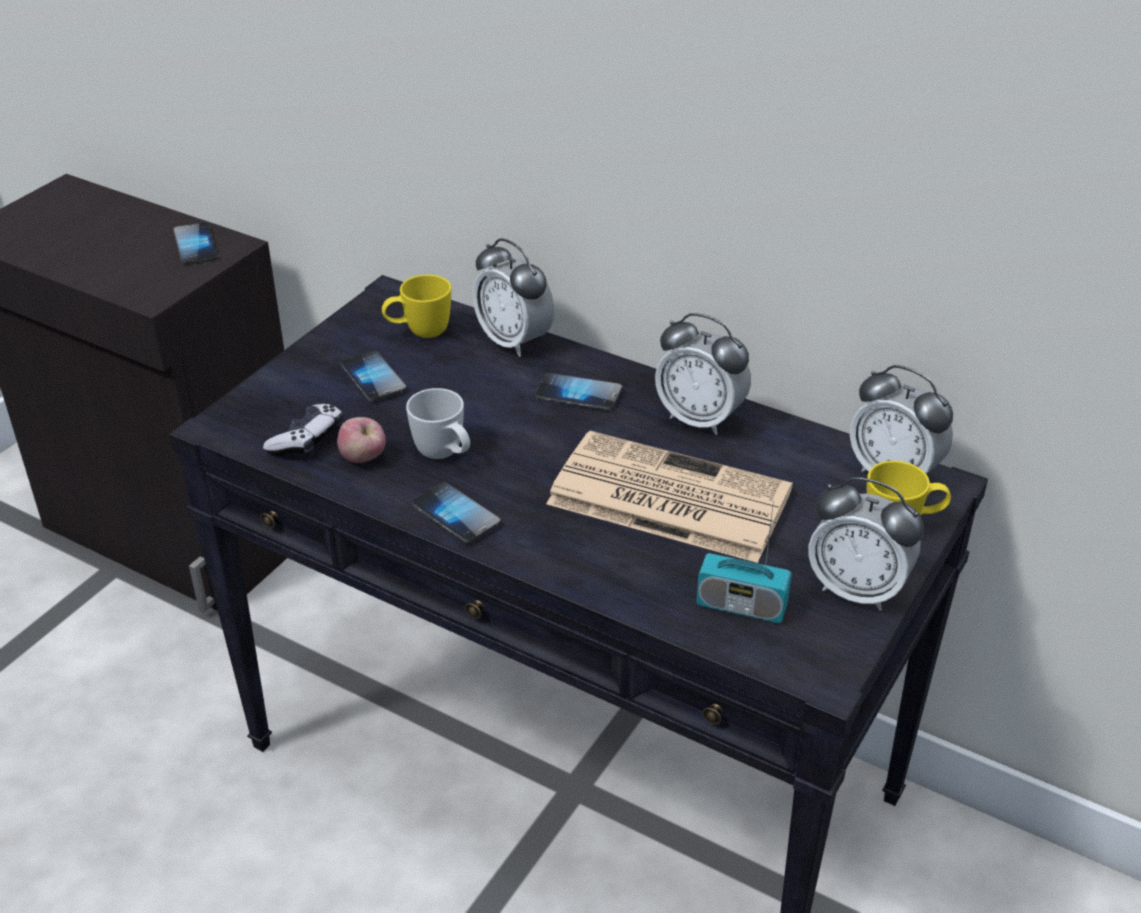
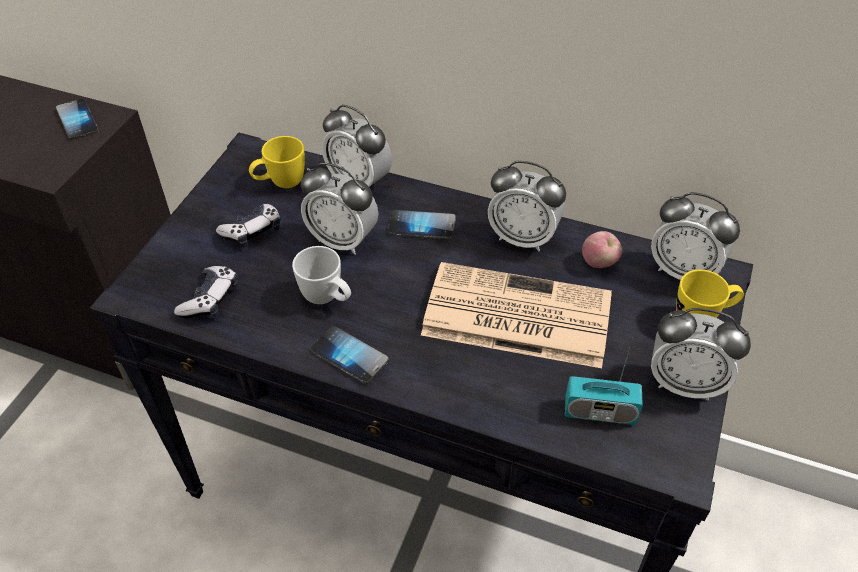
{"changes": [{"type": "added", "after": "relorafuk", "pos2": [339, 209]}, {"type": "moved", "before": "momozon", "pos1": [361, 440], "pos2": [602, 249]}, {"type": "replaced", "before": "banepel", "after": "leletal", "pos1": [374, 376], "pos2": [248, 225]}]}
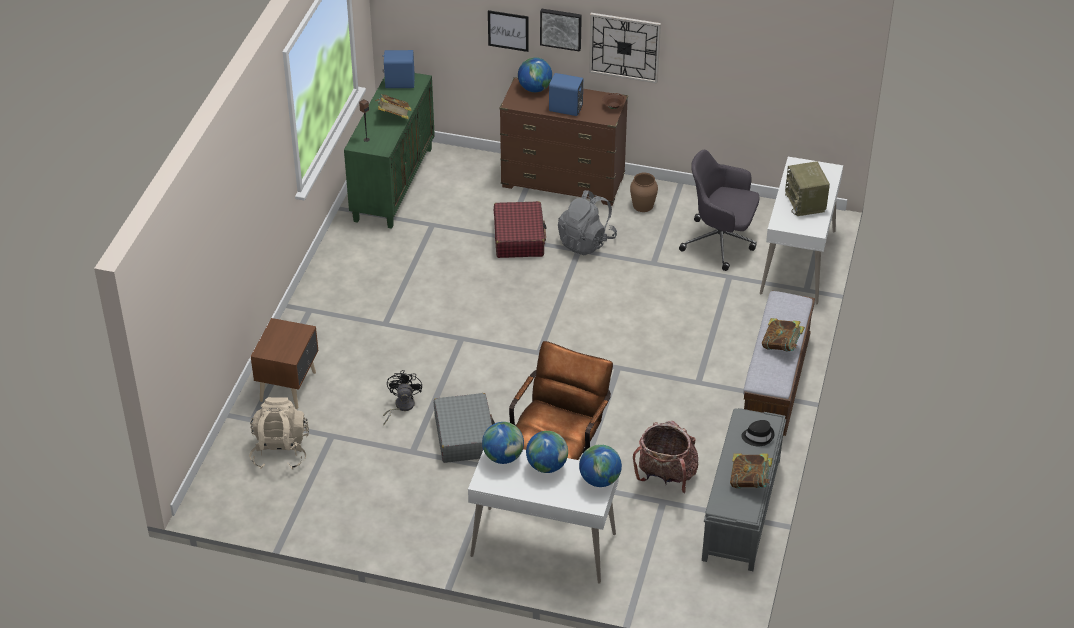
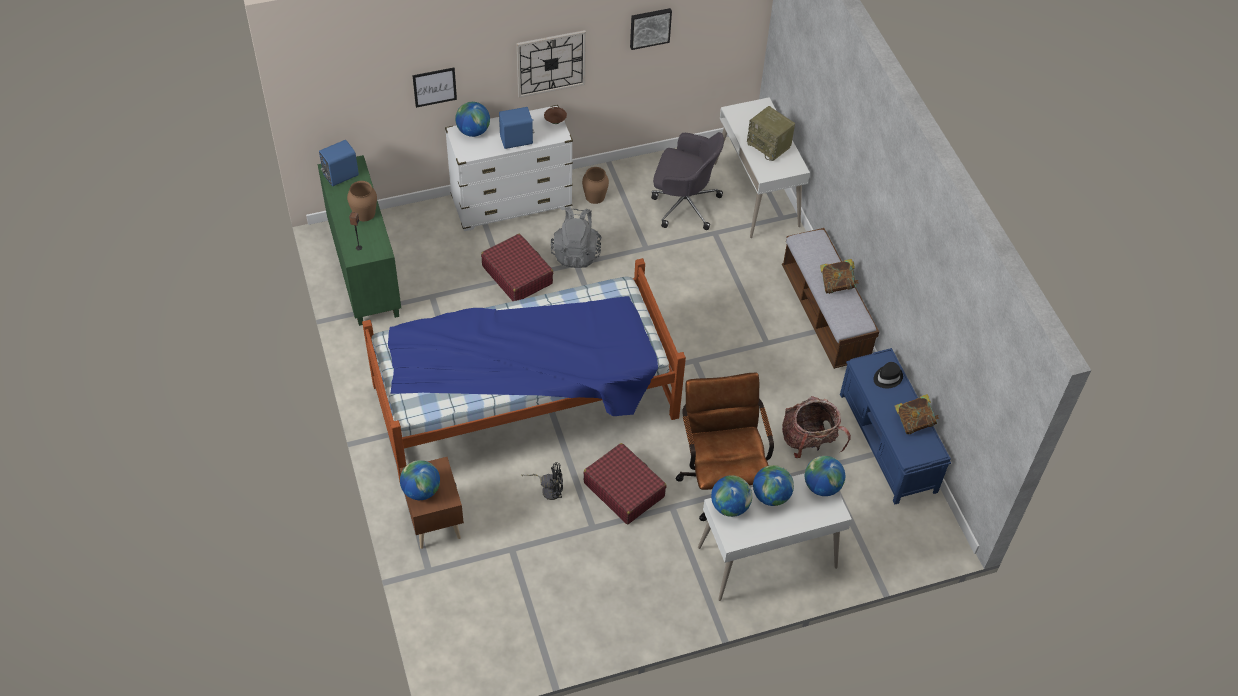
{"changes": [{"type": "removed", "before": "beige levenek", "pos1": [279, 433]}, {"type": "added", "after": "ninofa", "pos2": [524, 370]}, {"type": "added", "after": "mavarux", "pos2": [420, 480]}, {"type": "moved", "before": "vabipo", "pos1": [561, 30], "pos2": [651, 29]}, {"type": "replaced", "before": "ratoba", "after": "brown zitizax", "pos1": [393, 106], "pos2": [362, 201]}, {"type": "recoloured", "before": "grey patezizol", "after": "red patezizol", "pos1": [464, 428], "pos2": [625, 483]}, {"type": "recoloured", "before": "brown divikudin", "after": "white divikudin", "pos1": [564, 141], "pos2": [509, 168]}, {"type": "recoloured", "before": "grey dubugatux", "after": "blue dubugatux", "pos1": [744, 489], "pos2": [895, 426]}, {"type": "turned", "before": "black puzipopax", "pos1": [402, 398], "pos2": [542, 481], "turn": 120}, {"type": "turned", "before": "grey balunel", "pos1": [719, 210], "pos2": [687, 181], "turn": -150}]}
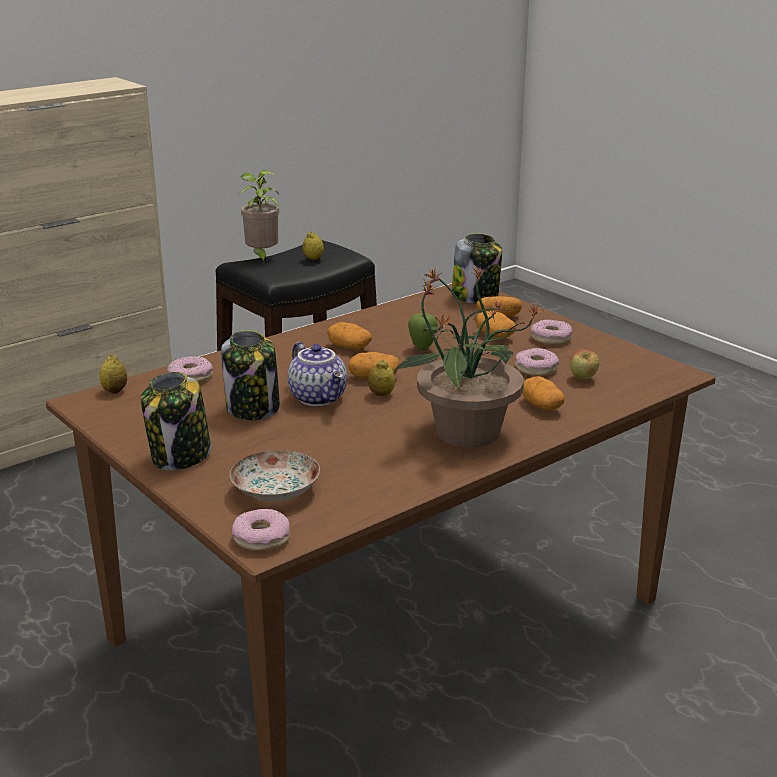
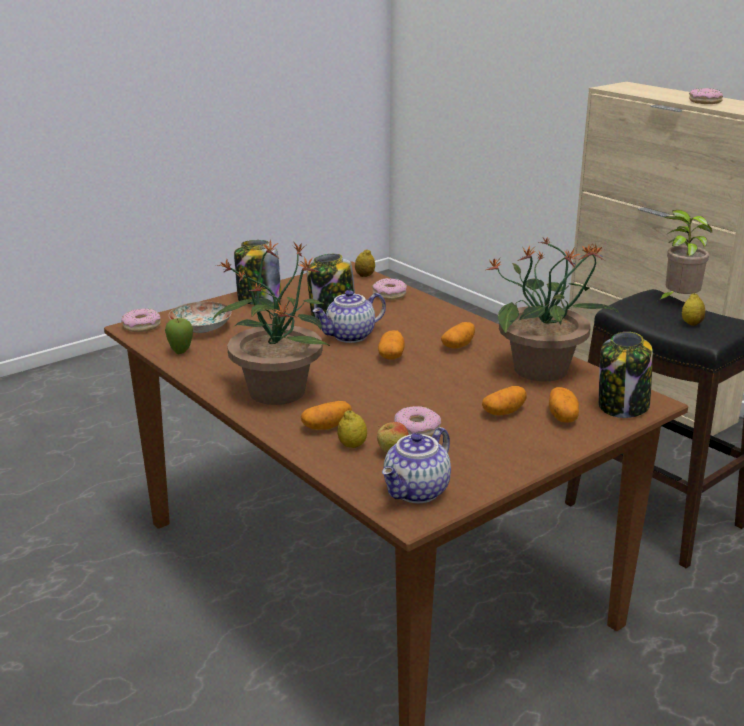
{"changes": [{"type": "added", "after": "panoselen", "pos2": [416, 465]}, {"type": "added", "after": "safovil", "pos2": [552, 309]}, {"type": "moved", "before": "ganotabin", "pos1": [381, 378], "pos2": [352, 429]}, {"type": "moved", "before": "momozon", "pos1": [423, 332], "pos2": [179, 336]}, {"type": "moved", "before": "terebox", "pos1": [552, 332], "pos2": [706, 96]}]}
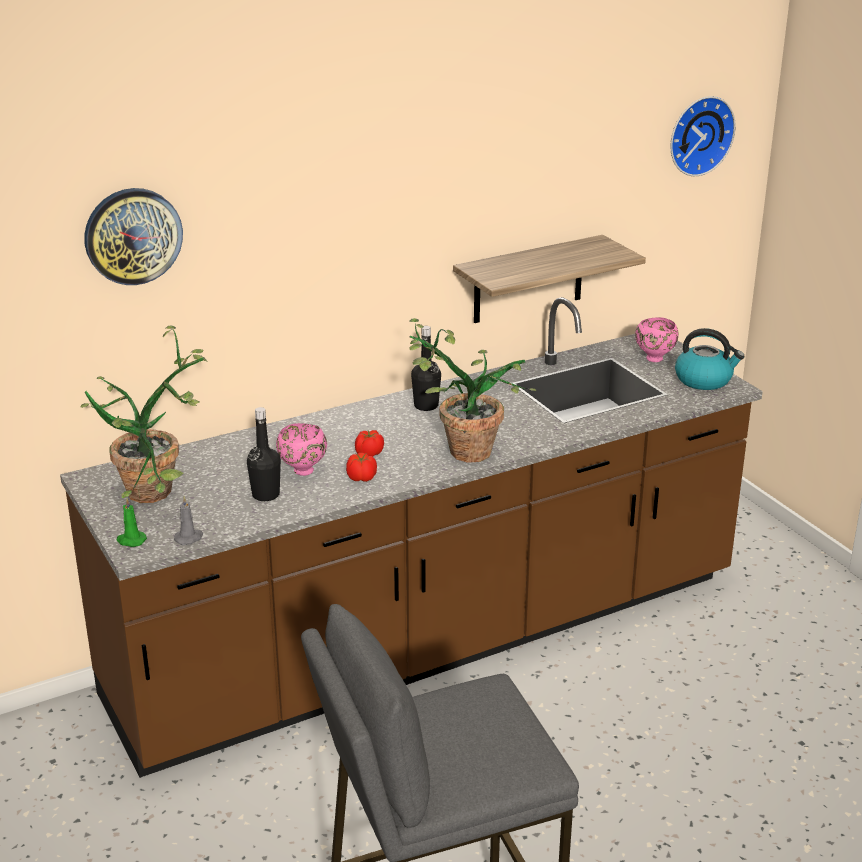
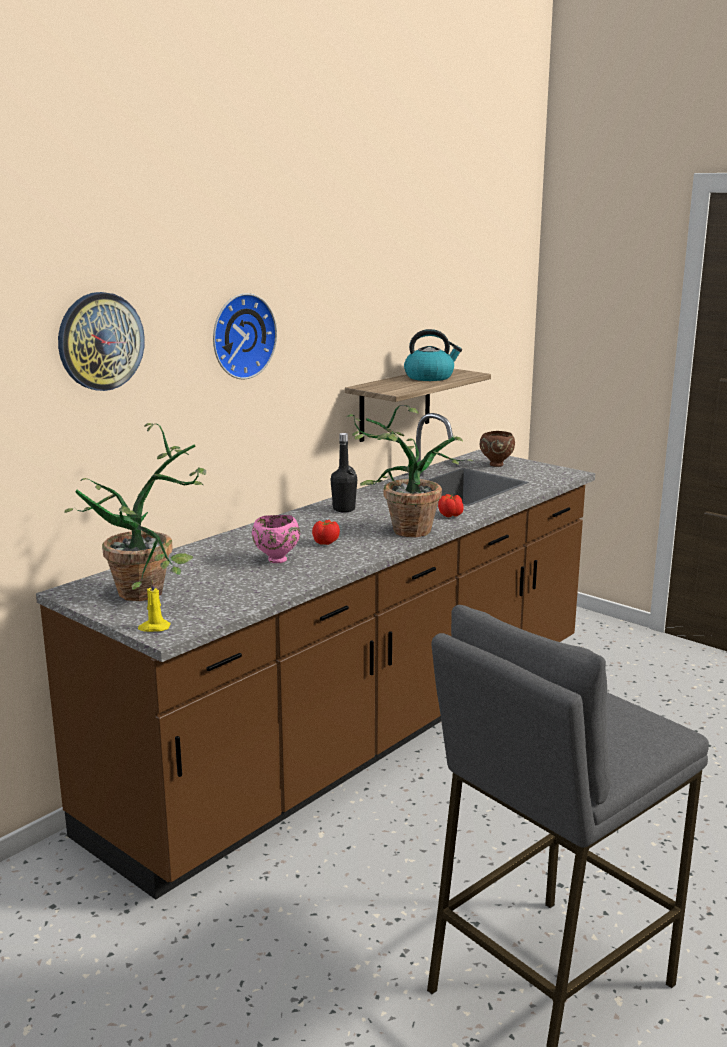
{"changes": [{"type": "removed", "before": "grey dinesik", "pos1": [188, 520]}, {"type": "removed", "before": "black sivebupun", "pos1": [264, 454]}, {"type": "moved", "before": "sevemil", "pos1": [361, 467], "pos2": [451, 505]}, {"type": "moved", "before": "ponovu", "pos1": [703, 136], "pos2": [245, 336]}, {"type": "moved", "before": "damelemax", "pos1": [710, 359], "pos2": [433, 355]}, {"type": "recoloured", "before": "green dinesik", "after": "yellow dinesik", "pos1": [132, 522], "pos2": [154, 606]}, {"type": "recoloured", "before": "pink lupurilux", "after": "brown lupurilux", "pos1": [657, 340], "pos2": [497, 449]}]}
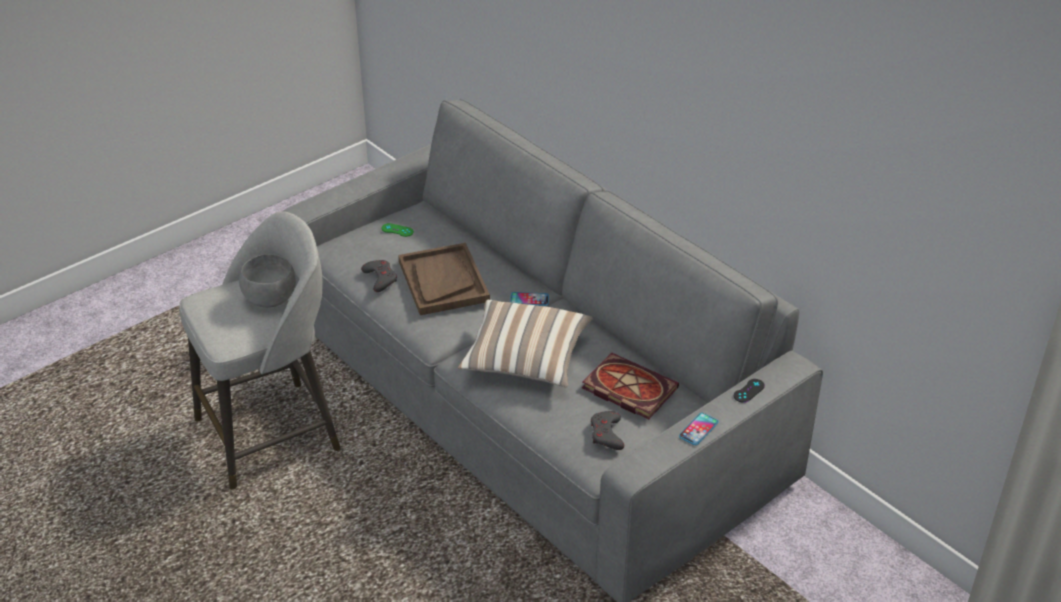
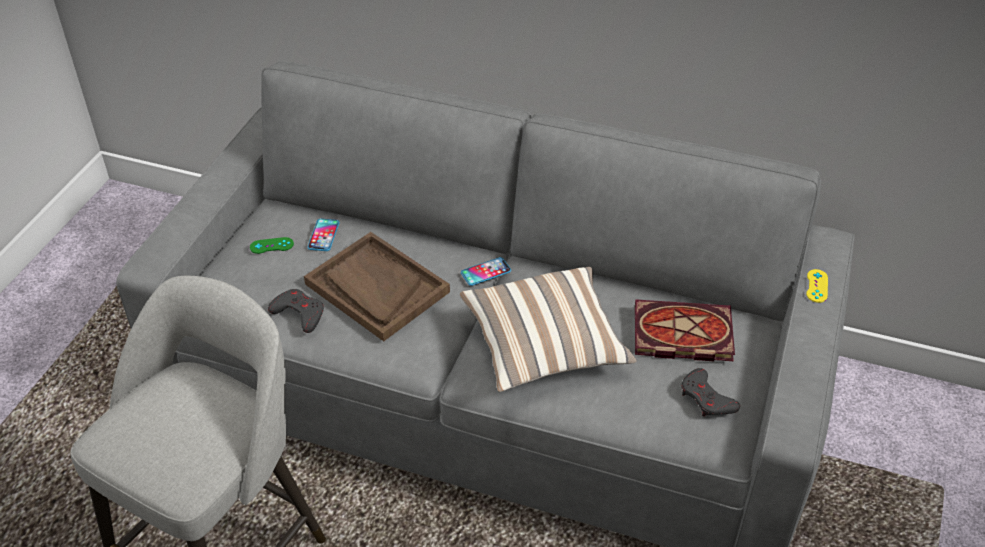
{"changes": [{"type": "removed", "before": "grey lupurilux", "pos1": [267, 281]}, {"type": "moved", "before": "banepel", "pos1": [699, 429], "pos2": [323, 235]}, {"type": "recoloured", "before": "black leletal", "after": "yellow leletal", "pos1": [749, 391], "pos2": [817, 286]}]}
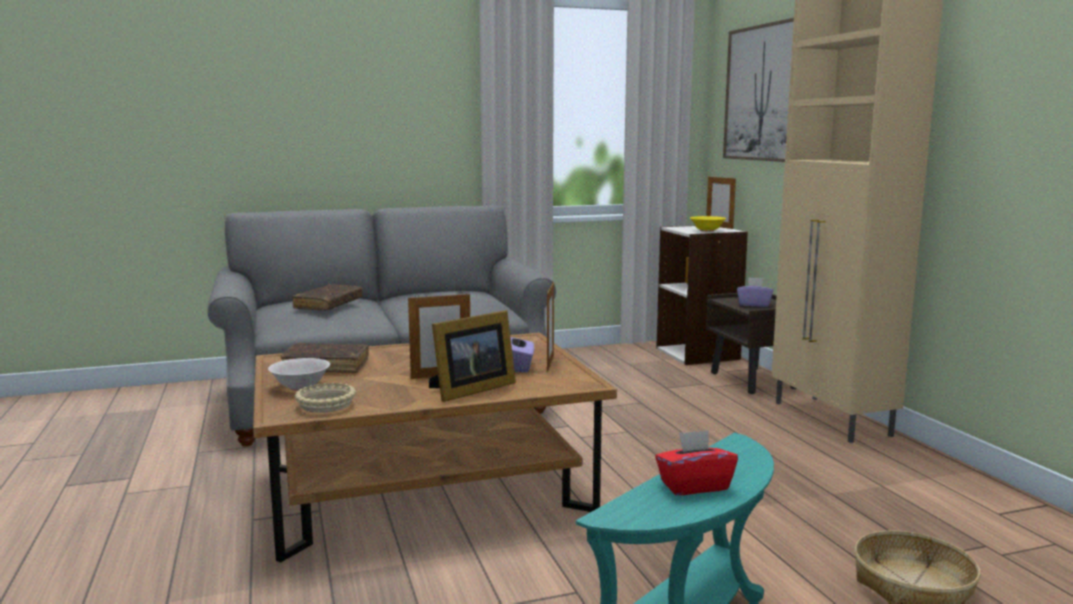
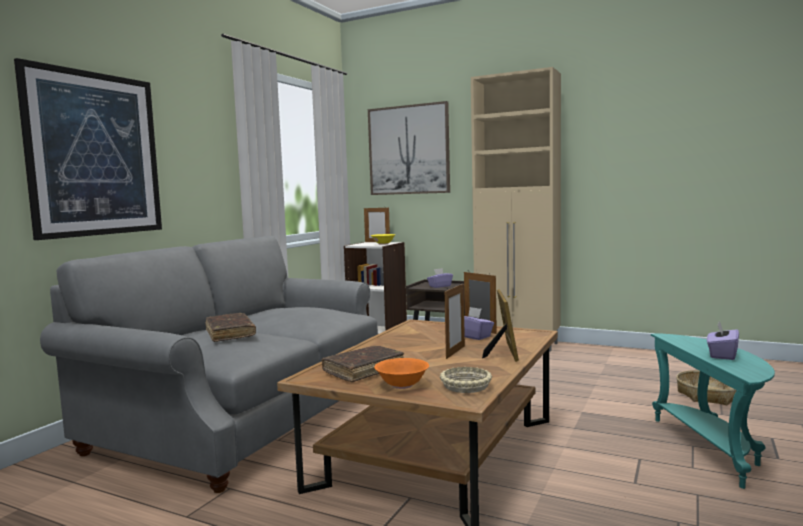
{"changes": [{"type": "added", "after": "vabipo", "pos2": [88, 149]}, {"type": "recoloured", "before": "white lupurilux", "after": "orange lupurilux", "pos1": [299, 374], "pos2": [401, 373]}, {"type": "recoloured", "before": "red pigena", "after": "purple pigena", "pos1": [696, 462], "pos2": [723, 340]}]}
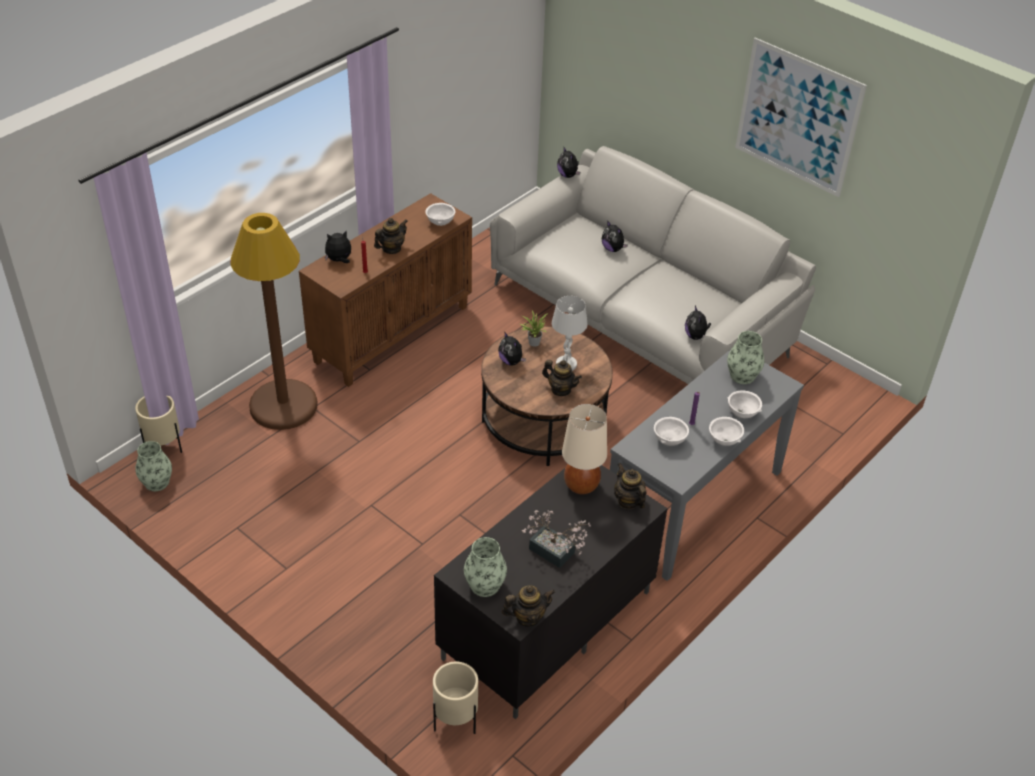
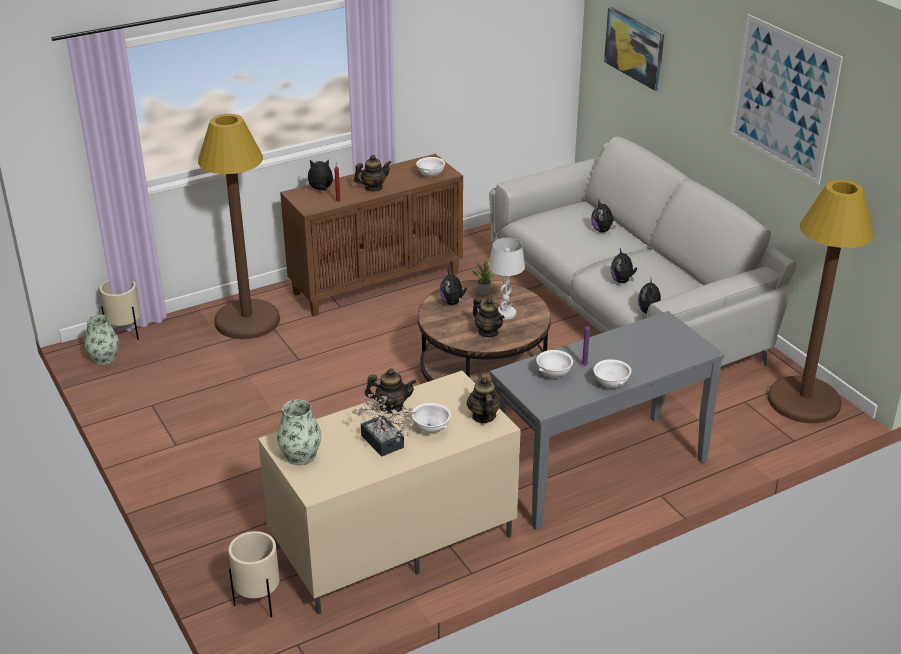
{"changes": [{"type": "removed", "before": "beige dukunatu", "pos1": [584, 449]}, {"type": "removed", "before": "zitizax", "pos1": [745, 357]}, {"type": "added", "after": "vabipo", "pos2": [634, 49]}, {"type": "added", "after": "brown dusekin", "pos2": [821, 301]}, {"type": "moved", "before": "panoselen", "pos1": [528, 606], "pos2": [391, 391]}, {"type": "moved", "before": "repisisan", "pos1": [568, 162], "pos2": [623, 265]}, {"type": "moved", "before": "white lupurilux", "pos1": [744, 404], "pos2": [431, 418]}, {"type": "recoloured", "before": "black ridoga", "after": "beige ridoga", "pos1": [550, 592], "pos2": [389, 492]}]}
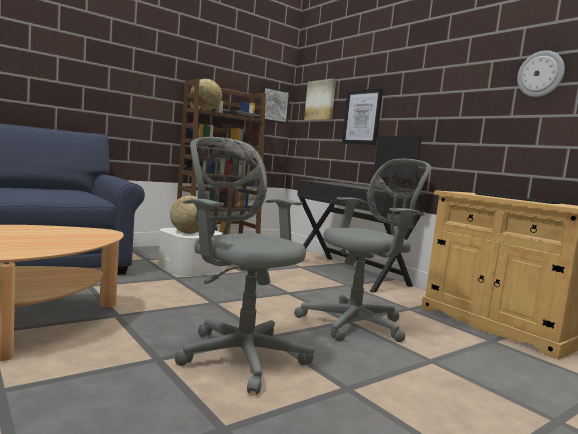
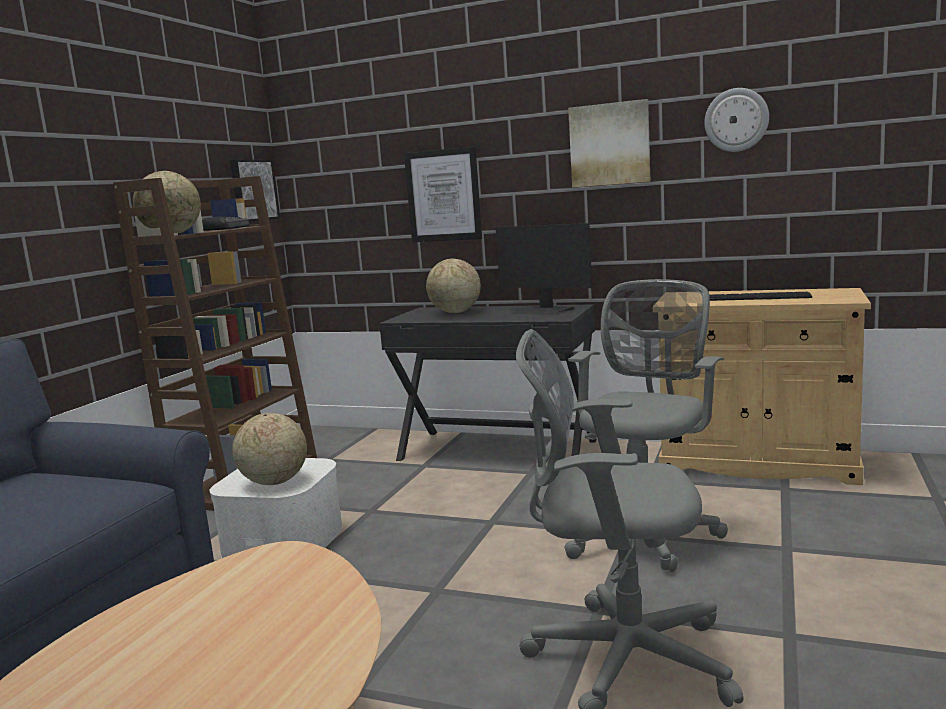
{"changes": [{"type": "added", "after": "mavarux", "pos2": [453, 286]}, {"type": "moved", "before": "vabipo", "pos1": [320, 99], "pos2": [609, 143]}]}
